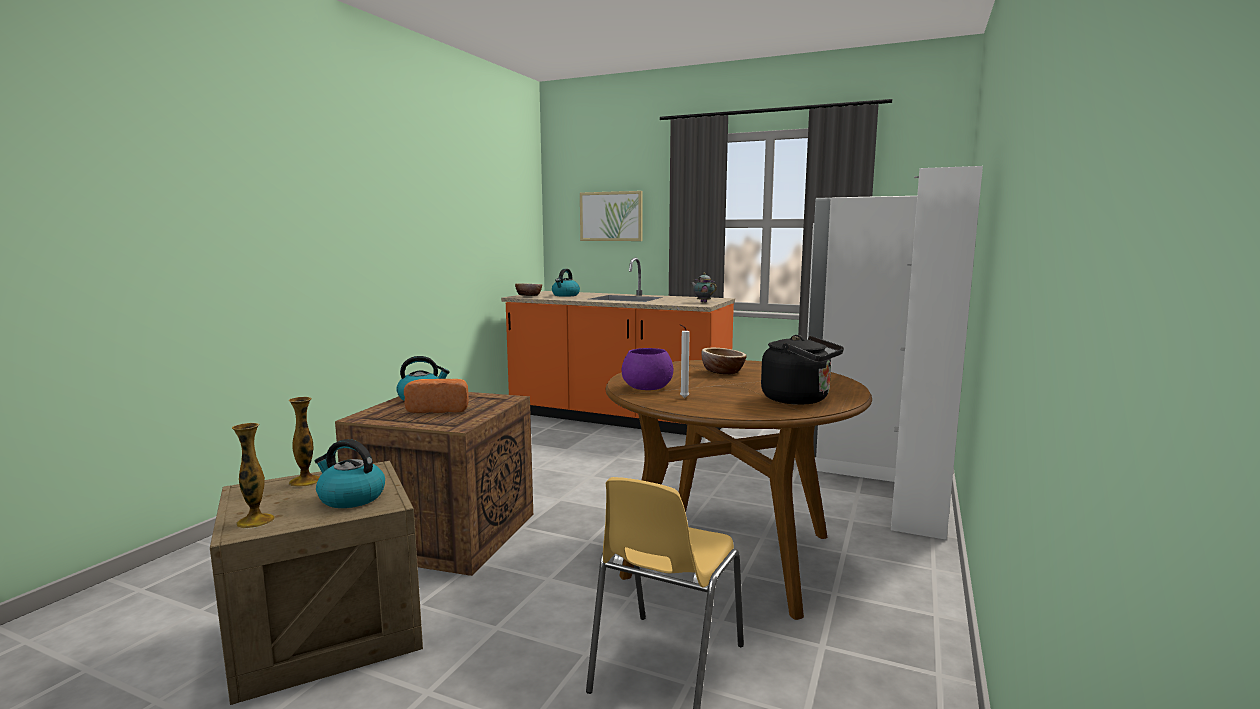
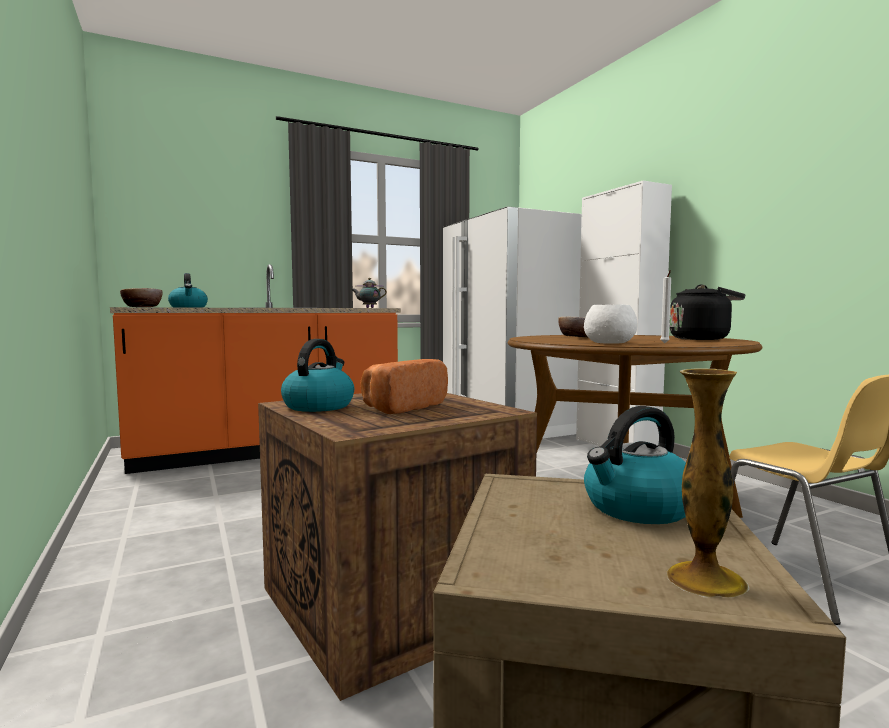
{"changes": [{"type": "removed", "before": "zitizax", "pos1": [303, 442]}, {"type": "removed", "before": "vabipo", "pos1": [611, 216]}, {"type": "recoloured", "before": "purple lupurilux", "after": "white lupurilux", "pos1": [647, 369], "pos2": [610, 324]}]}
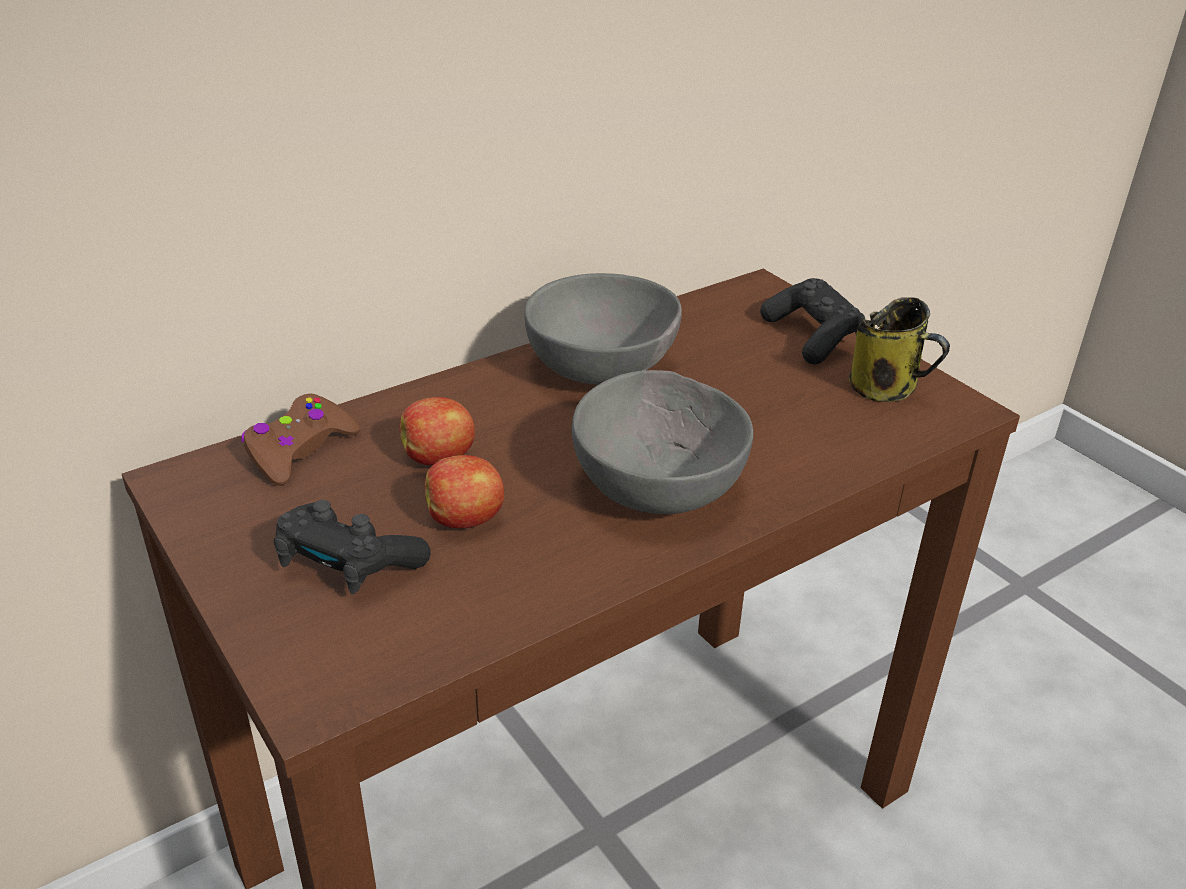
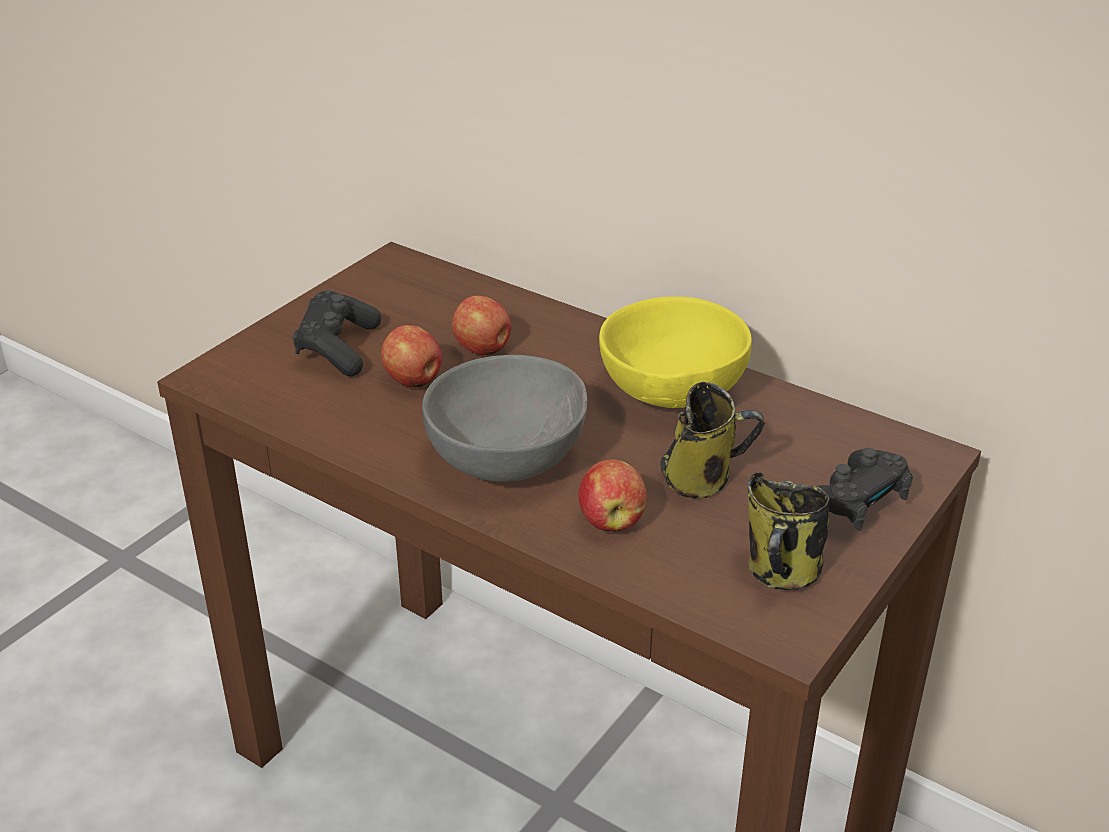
{"changes": [{"type": "removed", "before": "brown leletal", "pos1": [300, 439]}, {"type": "added", "after": "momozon", "pos2": [612, 495]}, {"type": "added", "after": "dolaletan", "pos2": [712, 440]}, {"type": "recoloured", "before": "grey lupurilux", "after": "yellow lupurilux", "pos1": [603, 329], "pos2": [675, 352]}]}
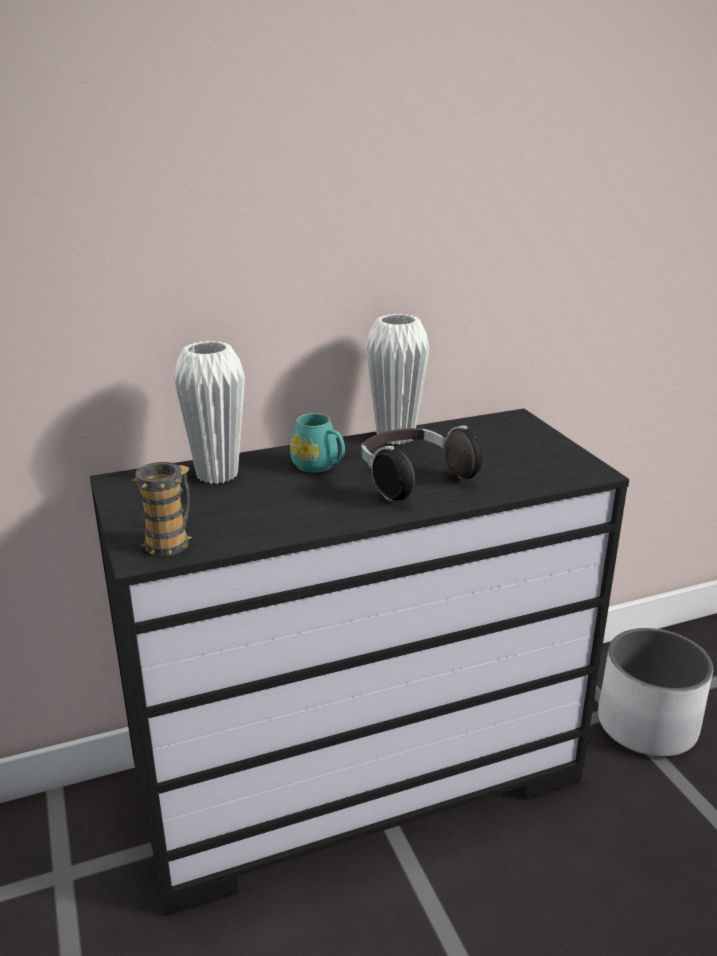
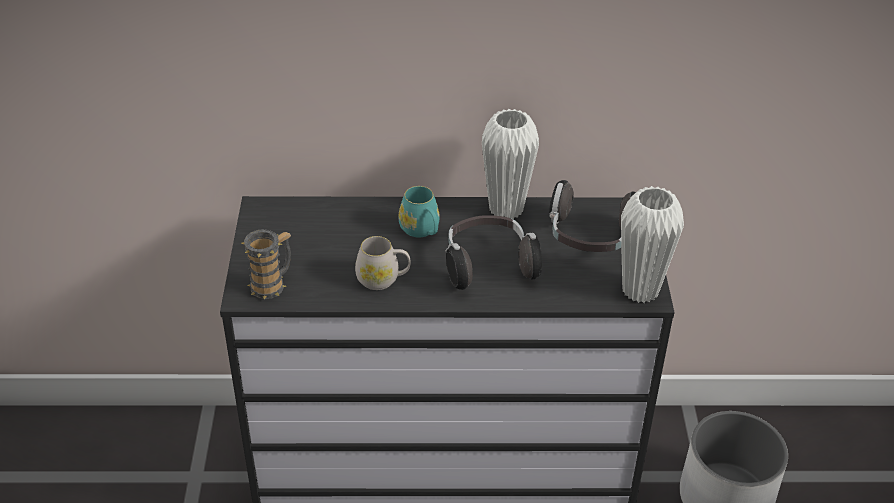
{"changes": [{"type": "added", "after": "white dolaletan", "pos2": [383, 263]}, {"type": "added", "after": "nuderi", "pos2": [592, 216]}, {"type": "moved", "before": "white zitizax", "pos1": [209, 412], "pos2": [652, 244]}]}
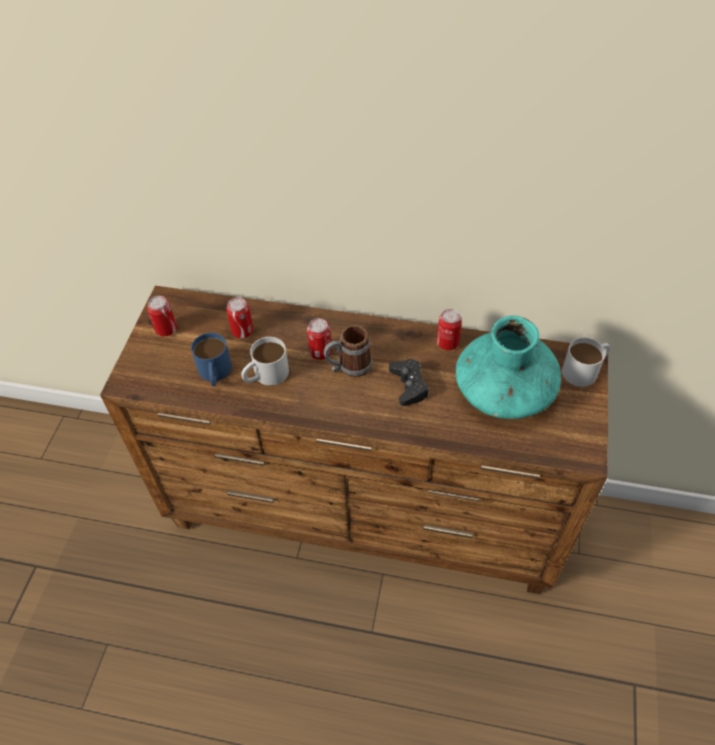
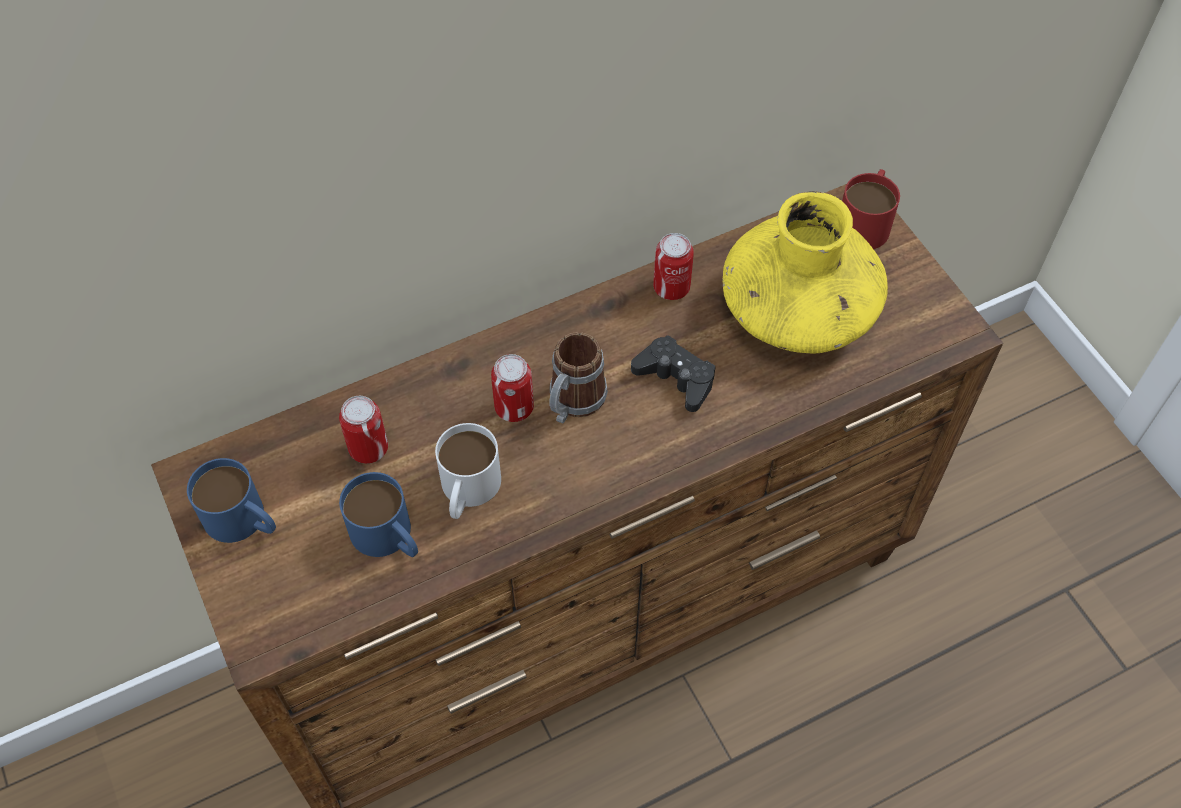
{"changes": [{"type": "replaced", "before": "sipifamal", "after": "blue dolaletan", "pos1": [162, 316], "pos2": [231, 500]}, {"type": "recoloured", "before": "turquoise zitizax", "after": "yellow zitizax", "pos1": [508, 367], "pos2": [805, 272]}, {"type": "recoloured", "before": "white dolaletan", "after": "red dolaletan", "pos1": [586, 362], "pos2": [871, 209]}]}
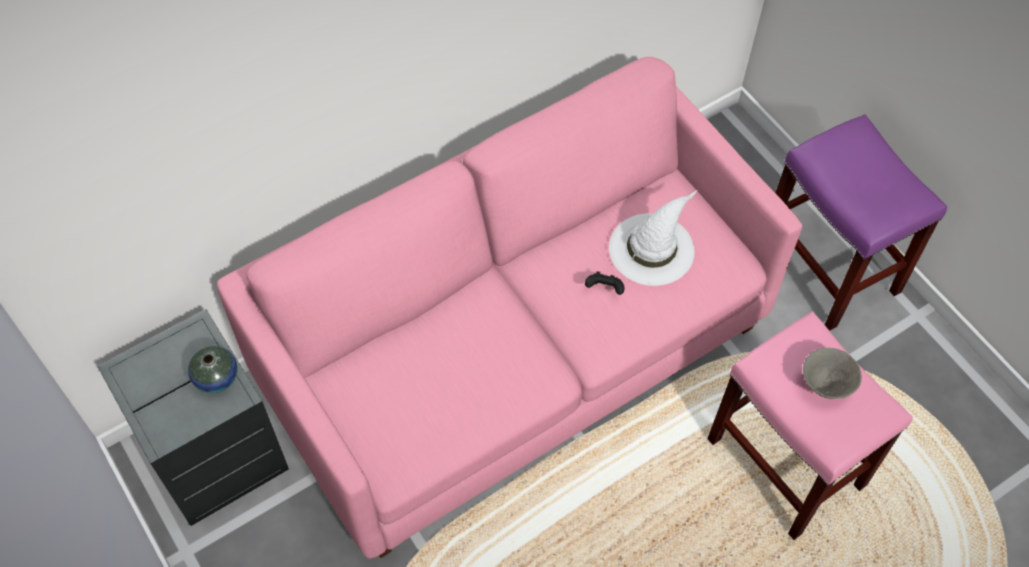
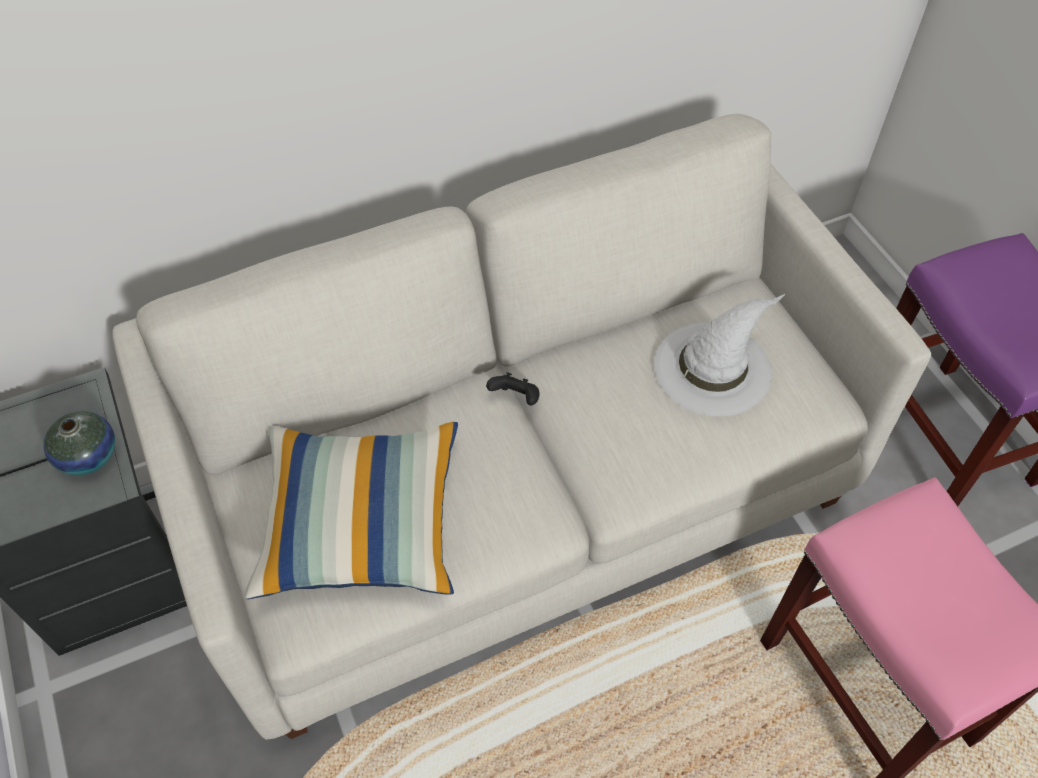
{"changes": [{"type": "removed", "before": "grey lupurilux", "pos1": [832, 373]}, {"type": "added", "after": "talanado", "pos2": [351, 510]}, {"type": "moved", "before": "black leletal", "pos1": [605, 283], "pos2": [513, 388]}, {"type": "recoloured", "before": "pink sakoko", "after": "white sakoko", "pos1": [509, 308], "pos2": [521, 427]}]}
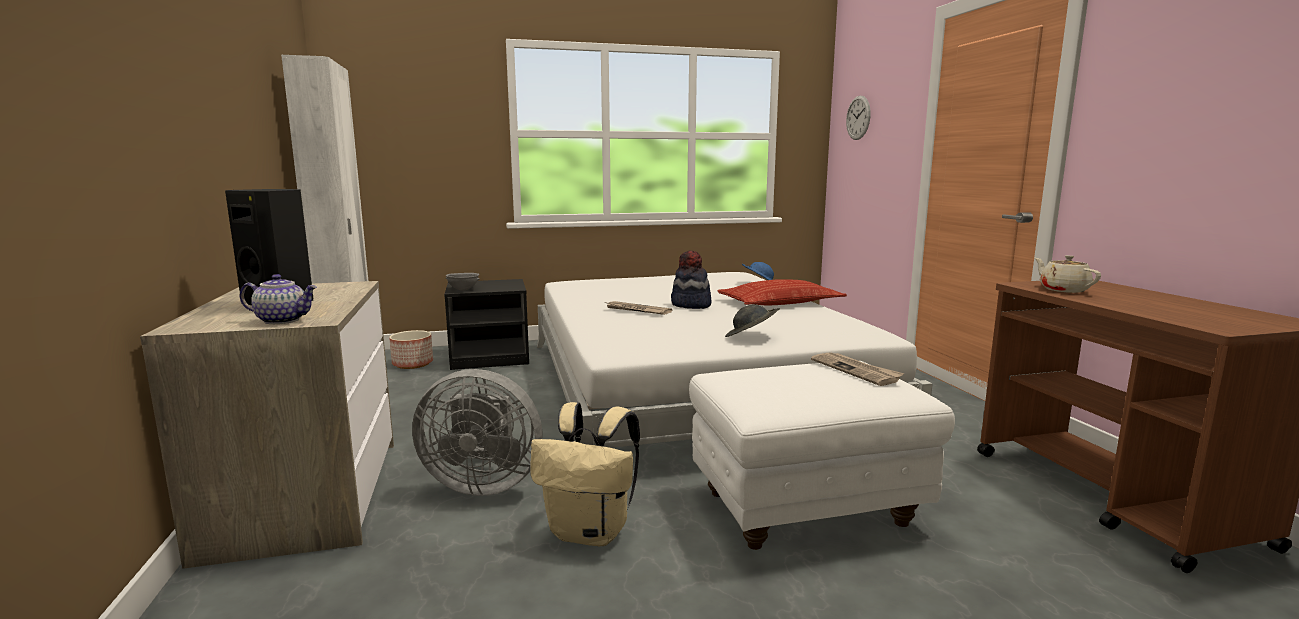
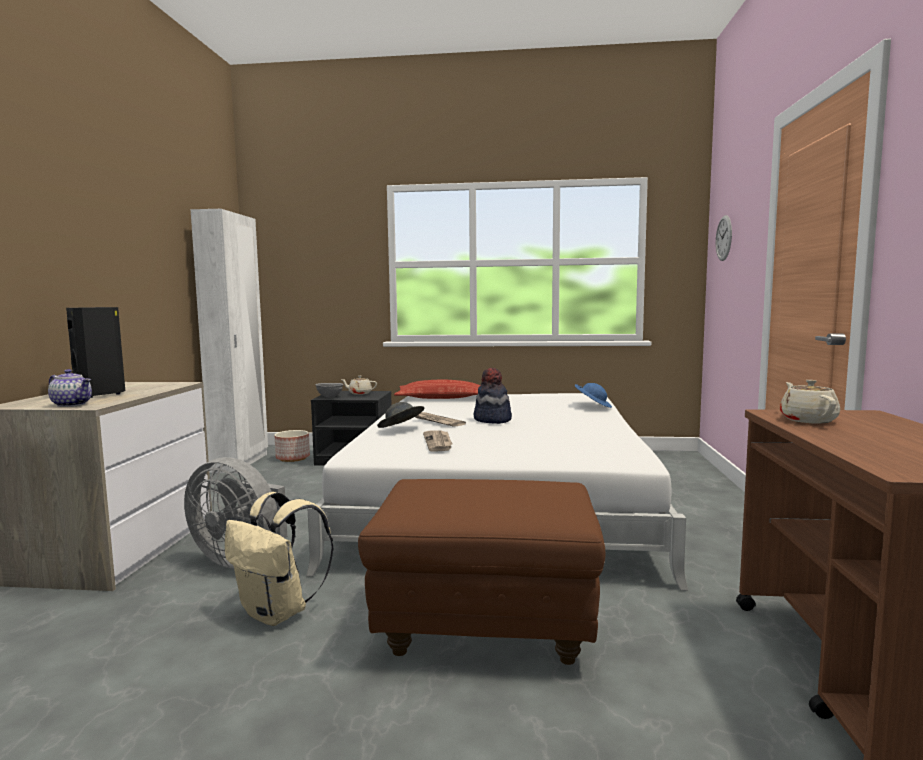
{"changes": [{"type": "added", "after": "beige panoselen", "pos2": [359, 385]}, {"type": "moved", "before": "talanado", "pos1": [782, 292], "pos2": [437, 389]}, {"type": "moved", "before": "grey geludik", "pos1": [752, 320], "pos2": [401, 415]}, {"type": "moved", "before": "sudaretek", "pos1": [857, 369], "pos2": [437, 441]}, {"type": "recoloured", "before": "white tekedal", "after": "brown tekedal", "pos1": [822, 455], "pos2": [481, 572]}]}
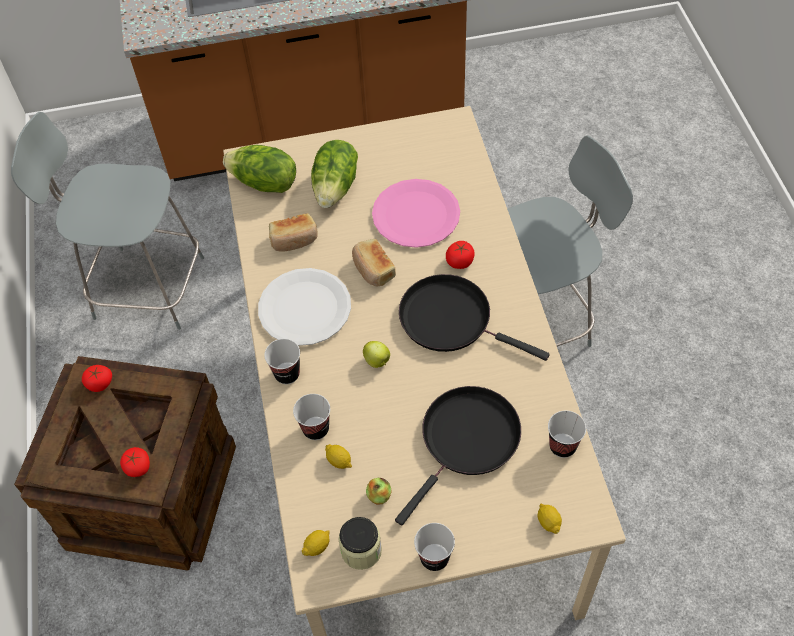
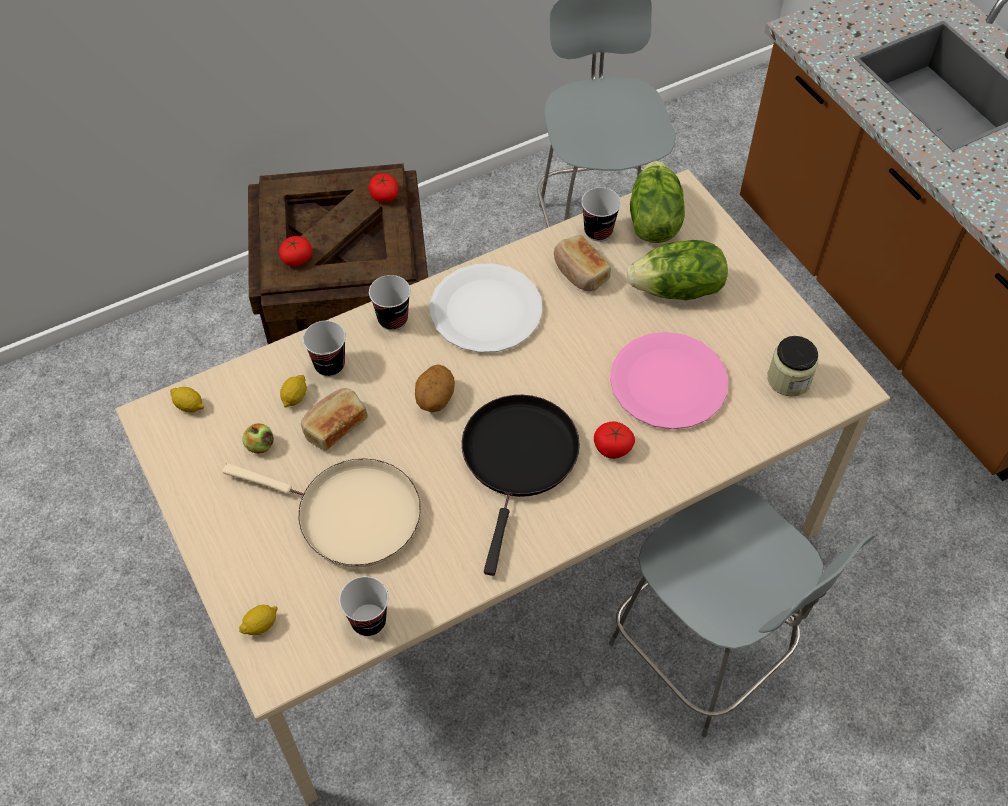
{"changes": [{"type": "moved", "before": "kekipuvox", "pos1": [360, 543], "pos2": [792, 366]}, {"type": "moved", "before": "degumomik", "pos1": [374, 263], "pos2": [334, 419]}, {"type": "moved", "before": "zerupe", "pos1": [434, 547], "pos2": [601, 215]}, {"type": "replaced", "before": "momozon", "after": "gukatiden", "pos1": [376, 354], "pos2": [435, 388]}, {"type": "recoloured", "before": "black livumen", "after": "beige livumen", "pos1": [458, 455], "pos2": [322, 513]}]}
